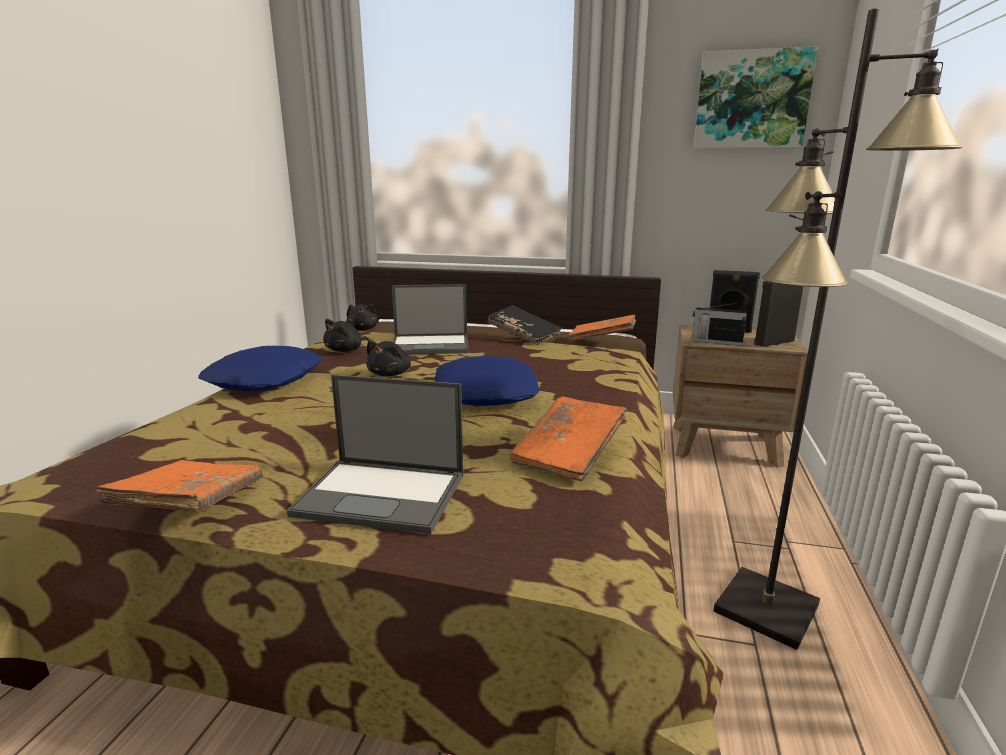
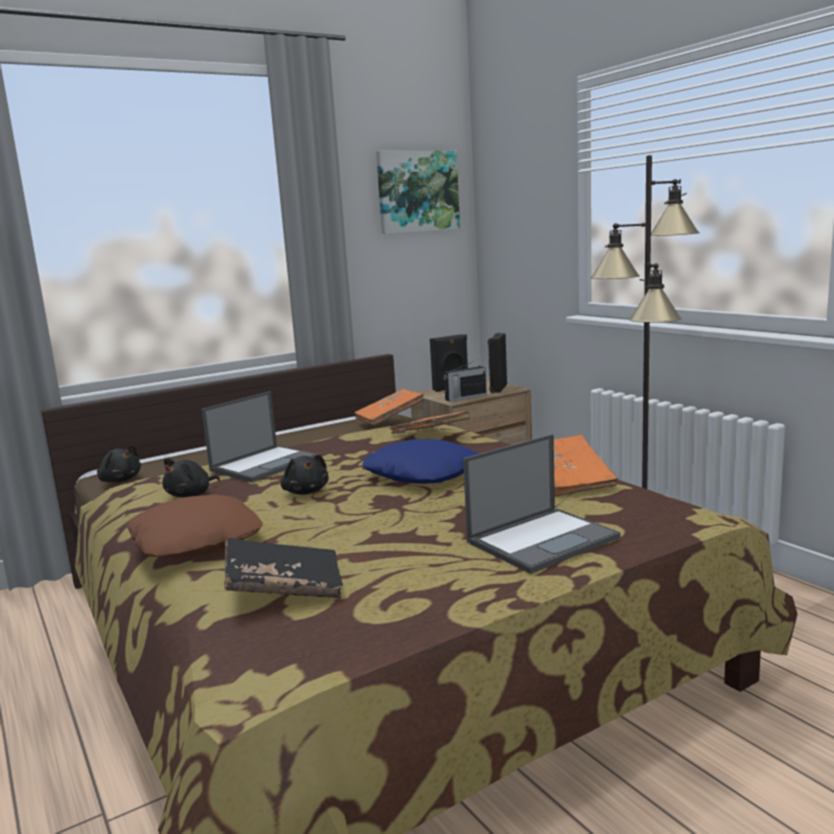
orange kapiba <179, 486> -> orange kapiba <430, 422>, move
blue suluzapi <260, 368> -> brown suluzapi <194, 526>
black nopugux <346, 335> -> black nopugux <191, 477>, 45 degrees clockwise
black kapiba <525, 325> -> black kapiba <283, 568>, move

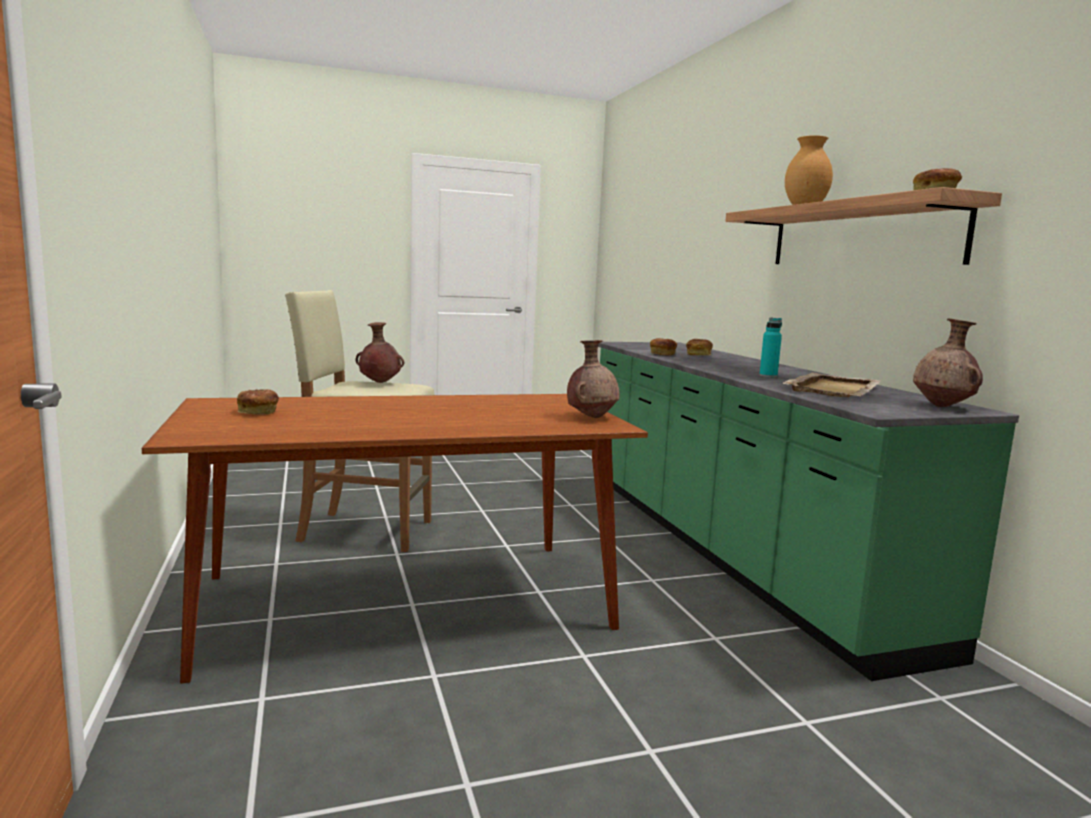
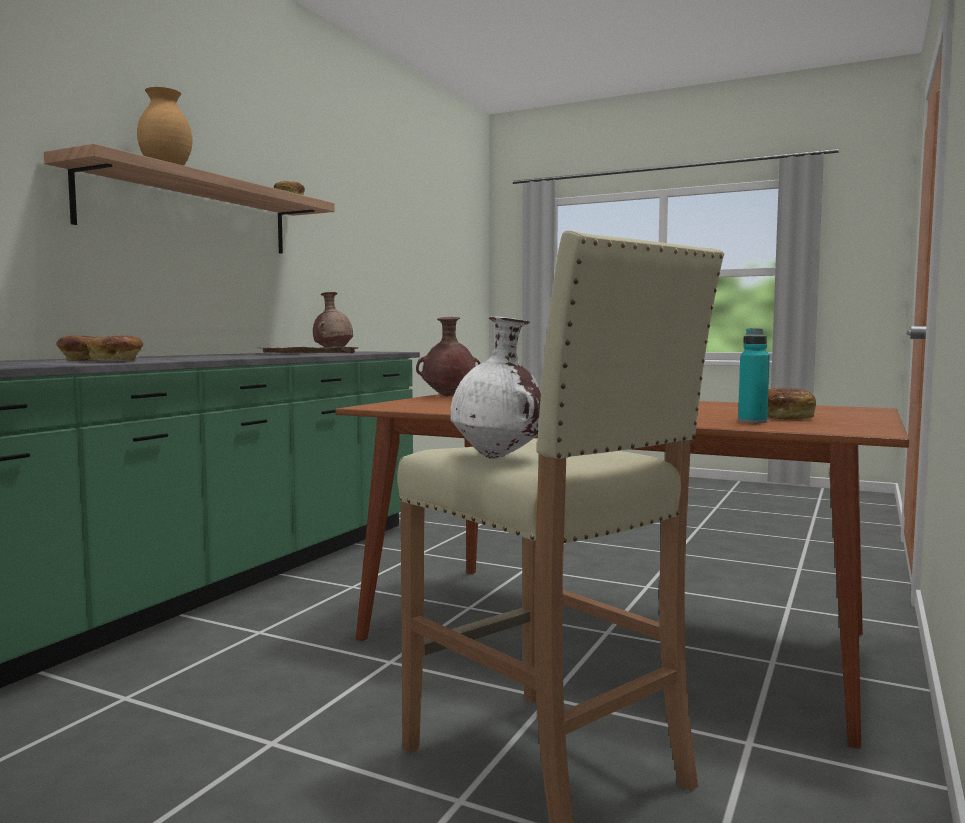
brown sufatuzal <380, 352> -> white sufatuzal <496, 387>
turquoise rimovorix <770, 347> -> turquoise rimovorix <754, 375>, move

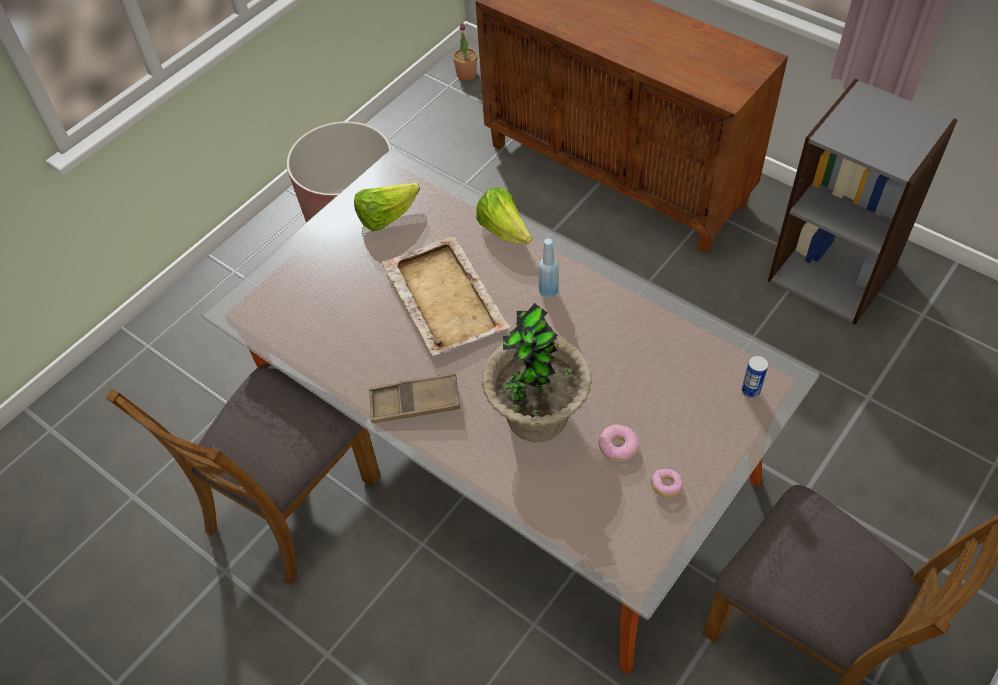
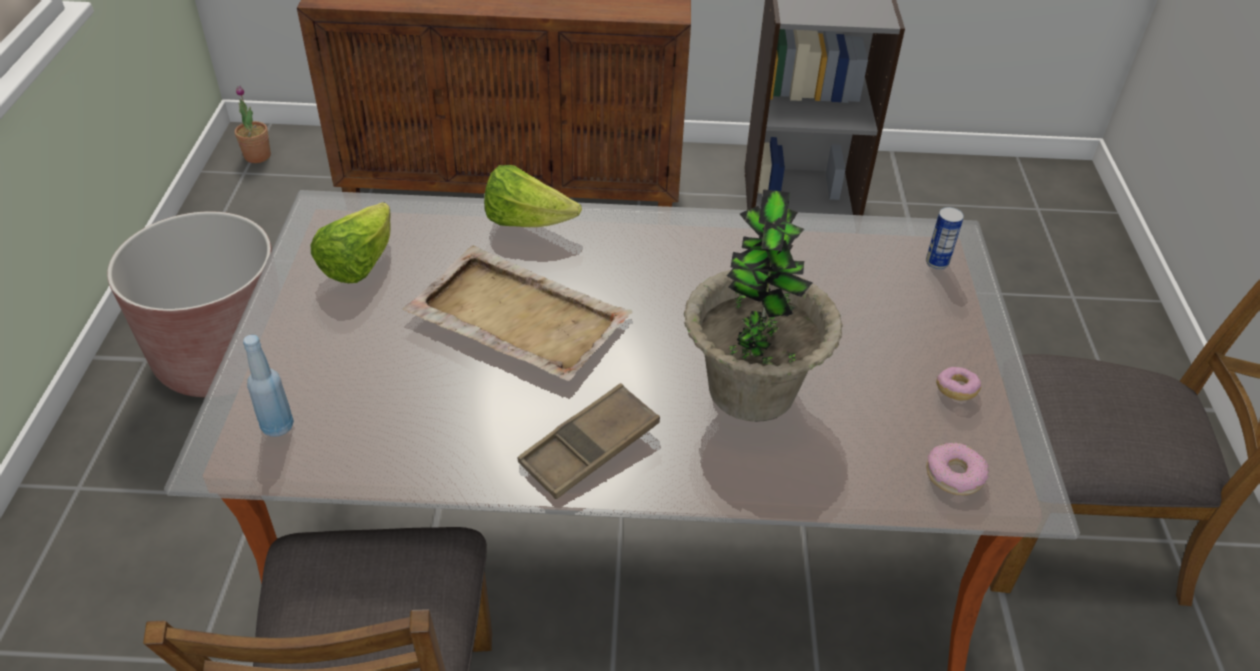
blue rimovorix <549, 268> -> blue rimovorix <268, 386>, move
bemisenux <618, 443> -> bemisenux <957, 468>, move

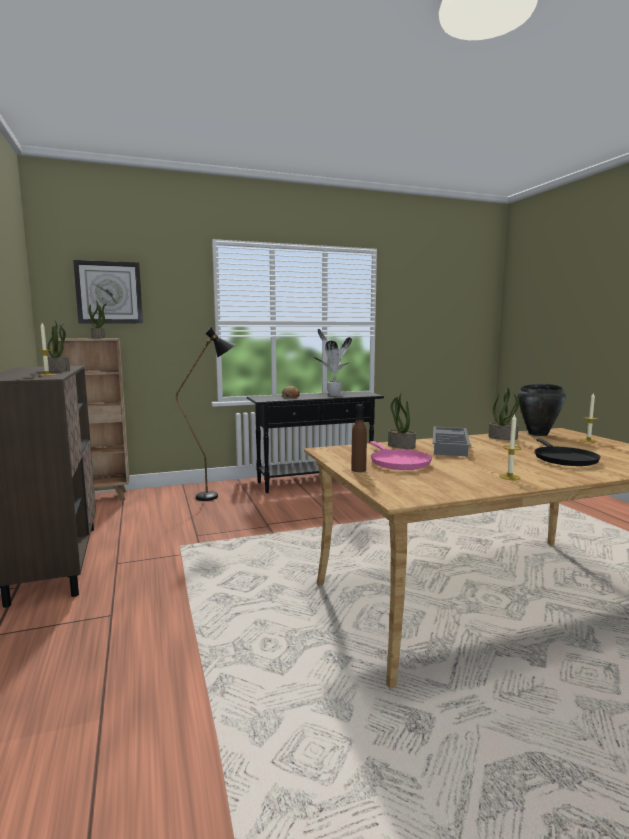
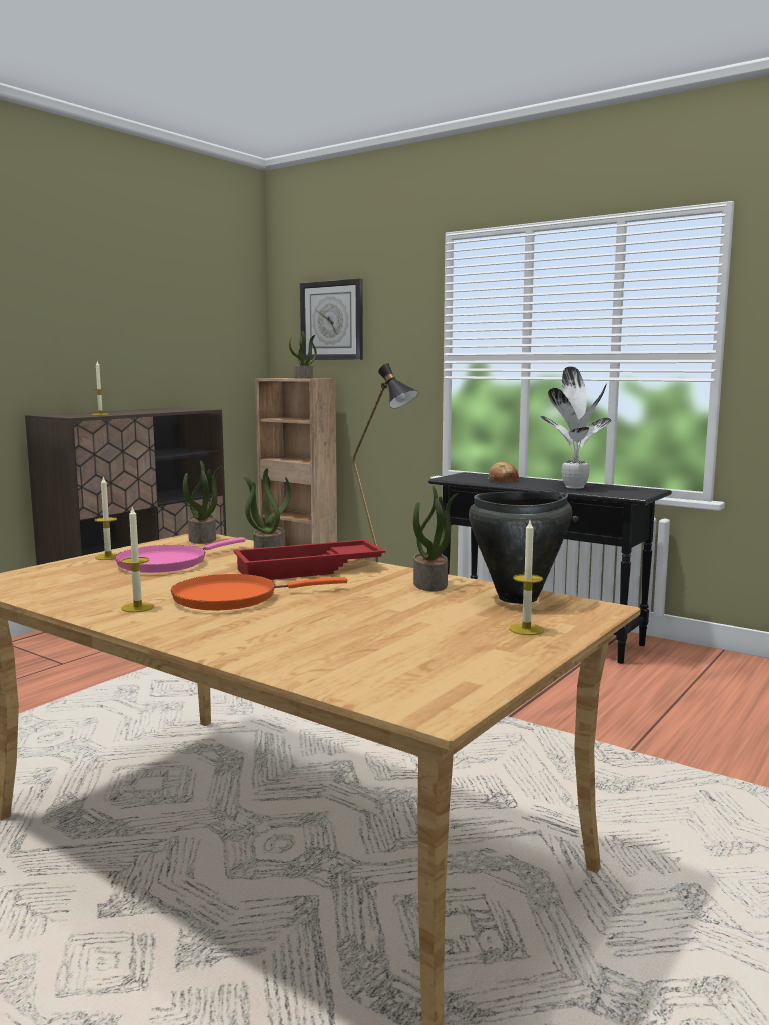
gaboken <58, 345> -> gaboken <202, 502>, move
brown rimovorix <359, 438> -> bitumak <106, 518>
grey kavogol <451, 441> -> red kavogol <309, 560>
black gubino <568, 452> -> none
none -> orange gubino <259, 592>

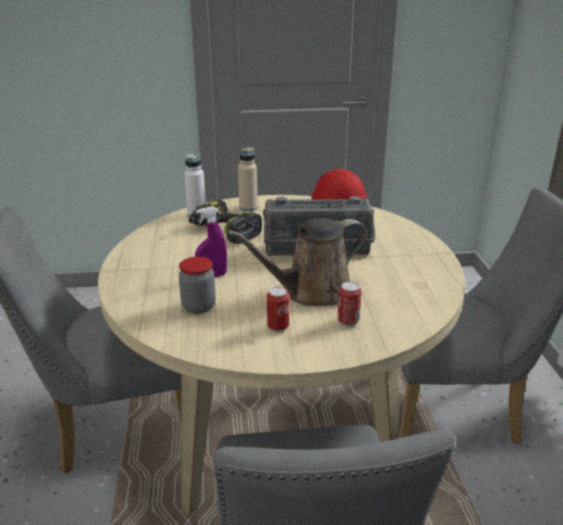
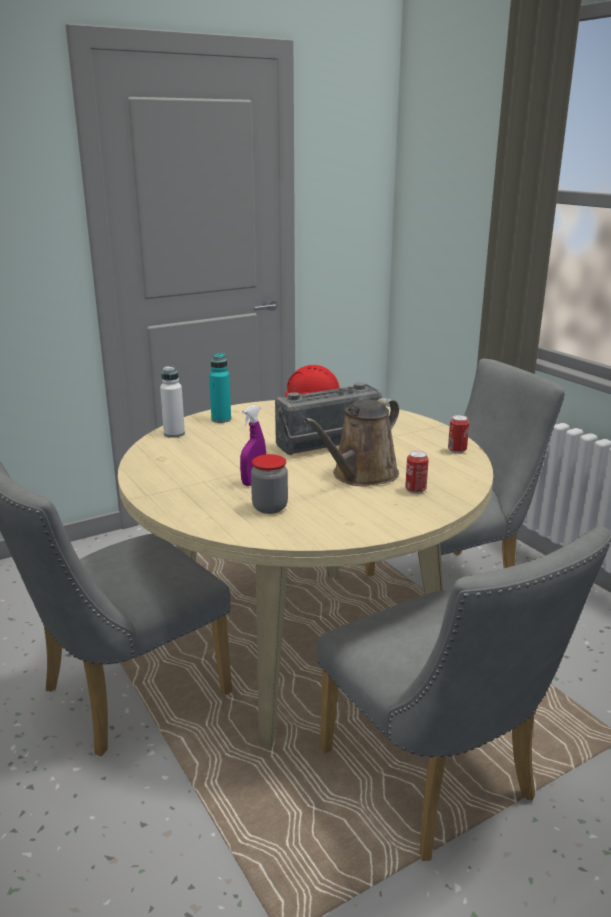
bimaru <225, 222> -> none
beige rimovorix <248, 179> -> turquoise rimovorix <220, 388>
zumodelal <278, 309> -> zumodelal <458, 434>, move

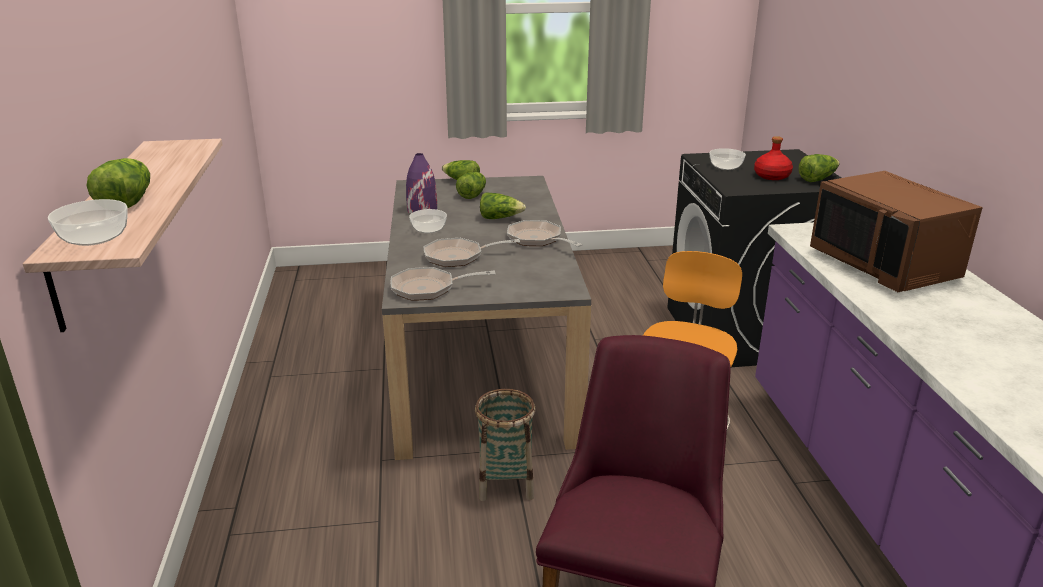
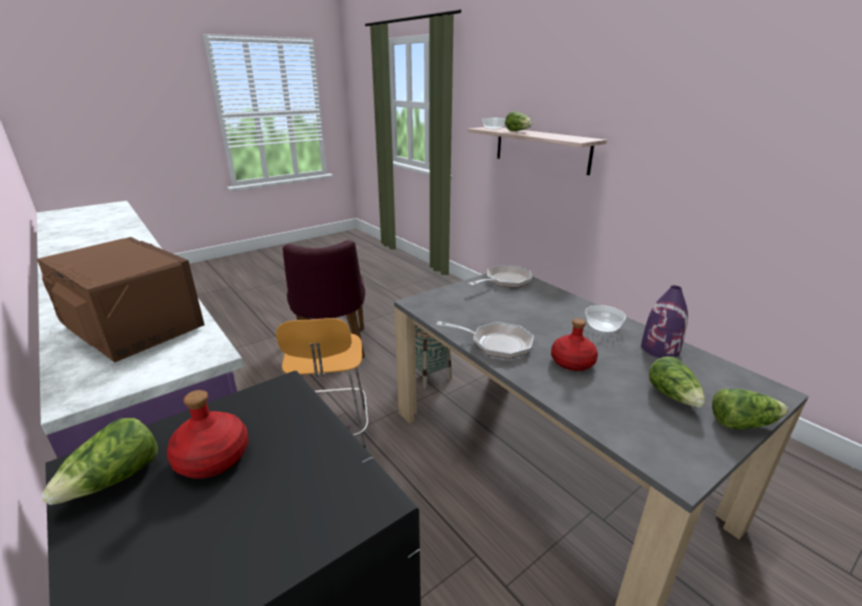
gubino <471, 252> -> none
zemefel <503, 205> -> red rimovorix <574, 344>
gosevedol <727, 159> -> none

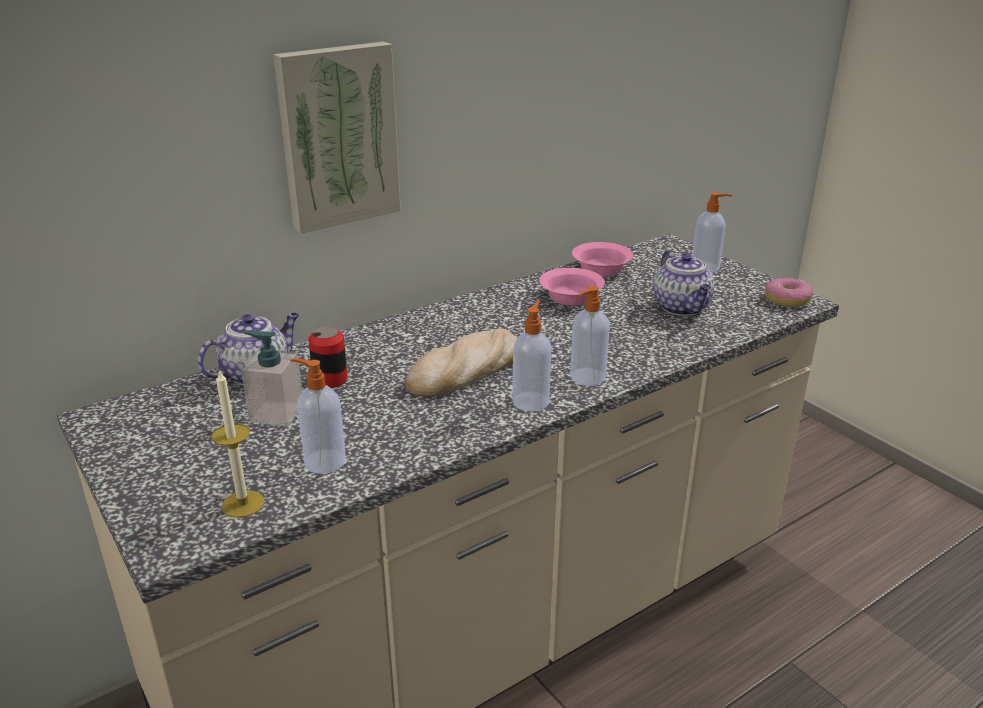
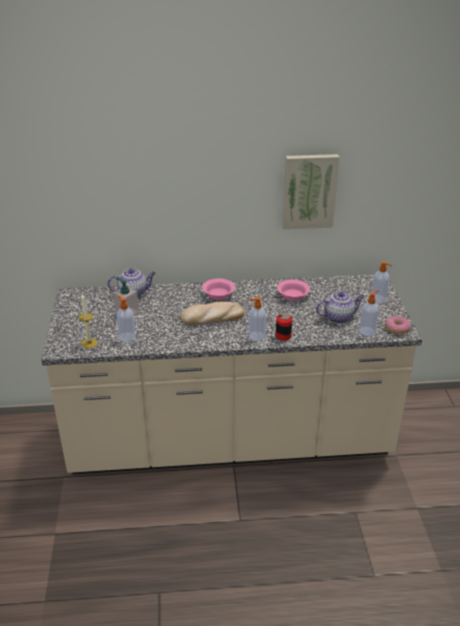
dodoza <337, 138> -> dodoza <310, 191>, move
zumodelal <328, 357> -> zumodelal <284, 327>, move
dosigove <531, 356> -> dosigove <369, 313>, move
pink gosevedol <602, 259> -> pink gosevedol <218, 289>, move
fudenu <683, 283> -> fudenu <340, 307>, 120 degrees counterclockwise

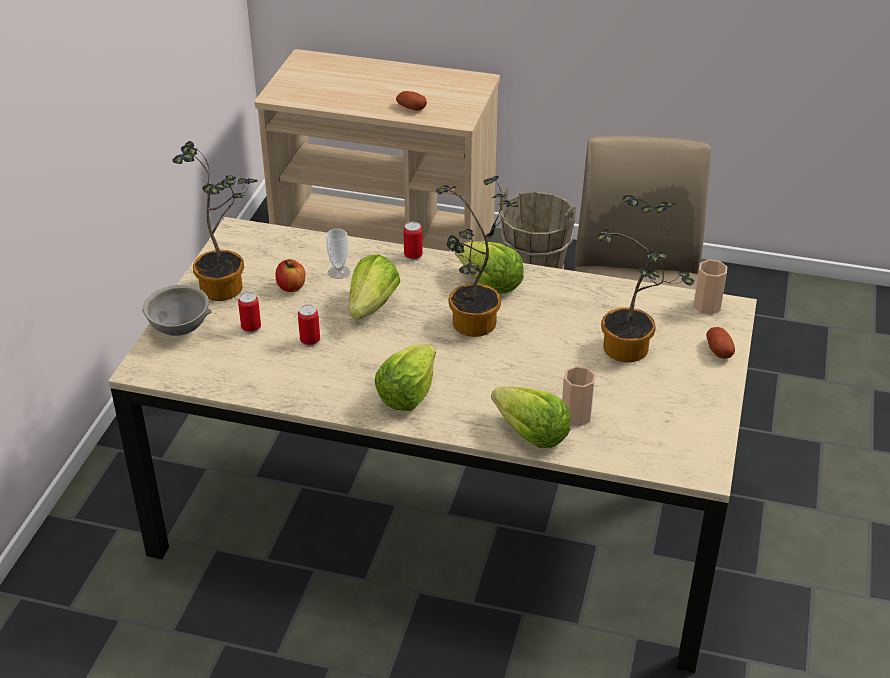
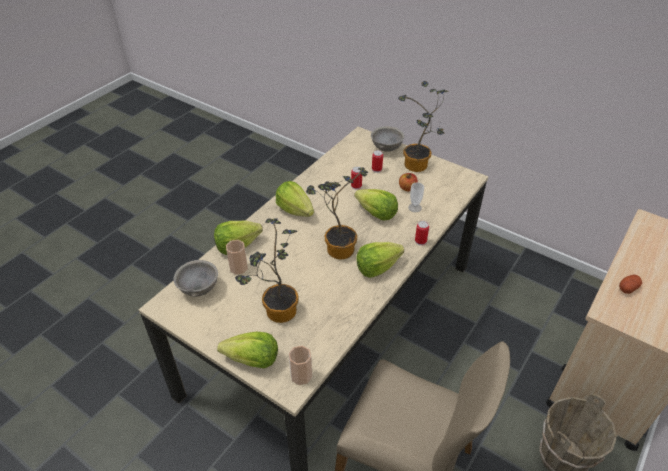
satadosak <720, 343> -> zemefel <247, 350>
none -> grey gosevedol <195, 278>

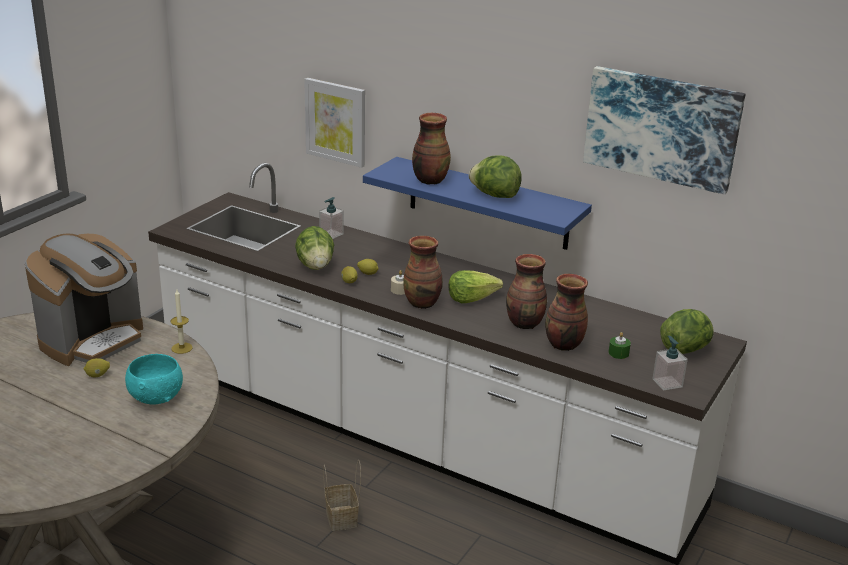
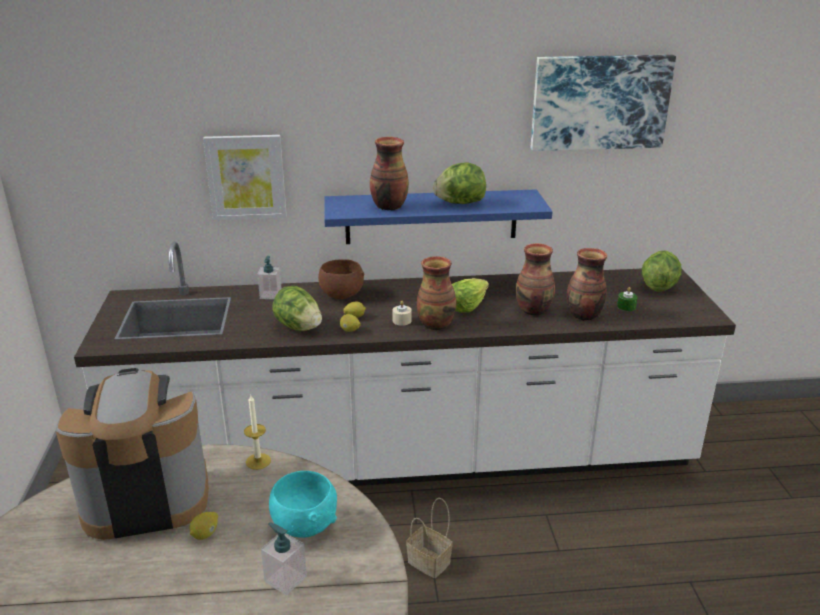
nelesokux <84, 300> -> nelesokux <132, 454>, 105 degrees counterclockwise
dosigove <670, 363> -> dosigove <284, 558>, move
none -> brown gosevedol <341, 279>

